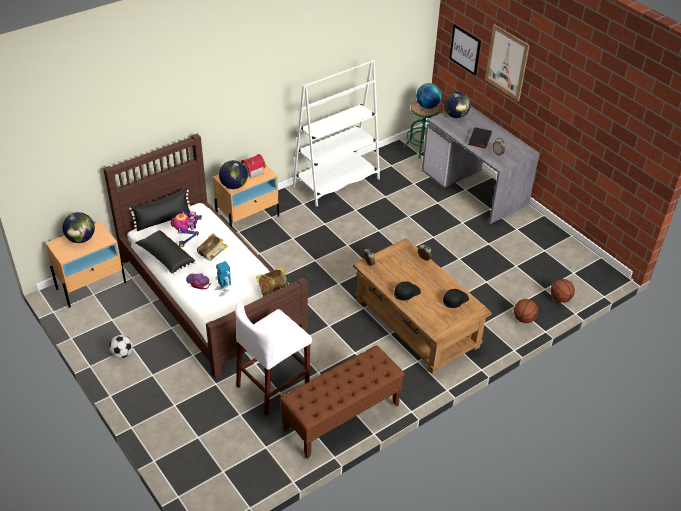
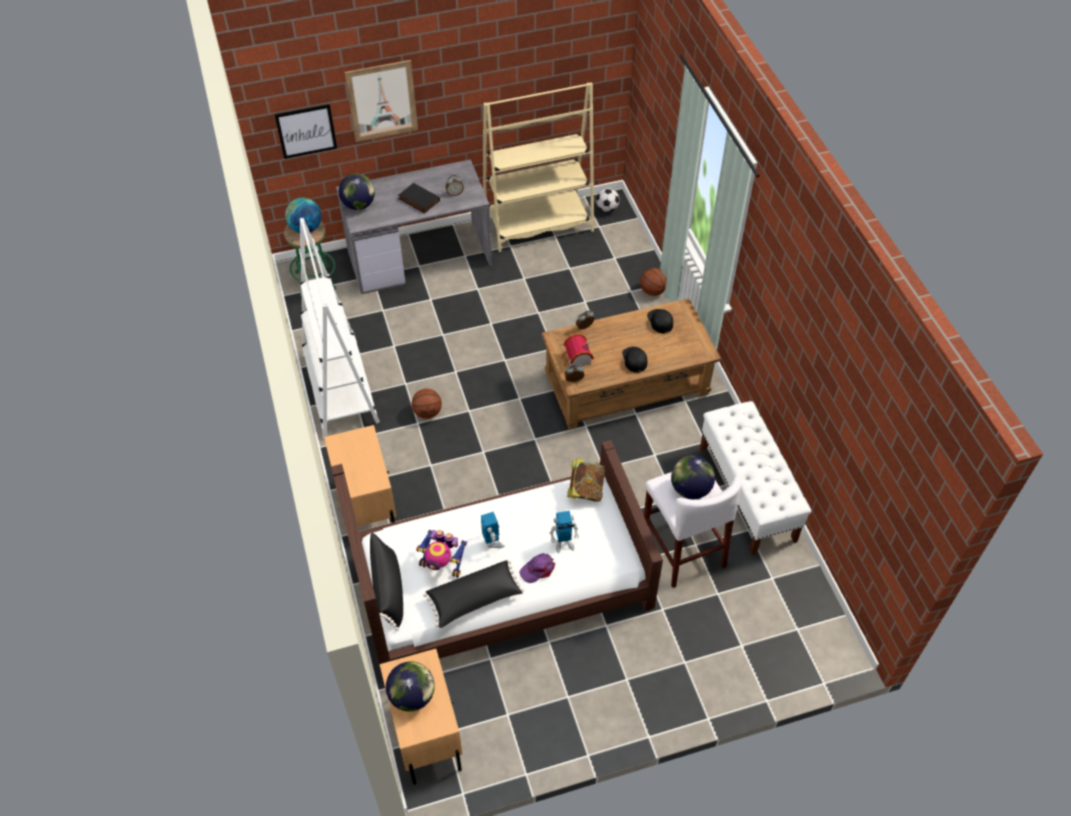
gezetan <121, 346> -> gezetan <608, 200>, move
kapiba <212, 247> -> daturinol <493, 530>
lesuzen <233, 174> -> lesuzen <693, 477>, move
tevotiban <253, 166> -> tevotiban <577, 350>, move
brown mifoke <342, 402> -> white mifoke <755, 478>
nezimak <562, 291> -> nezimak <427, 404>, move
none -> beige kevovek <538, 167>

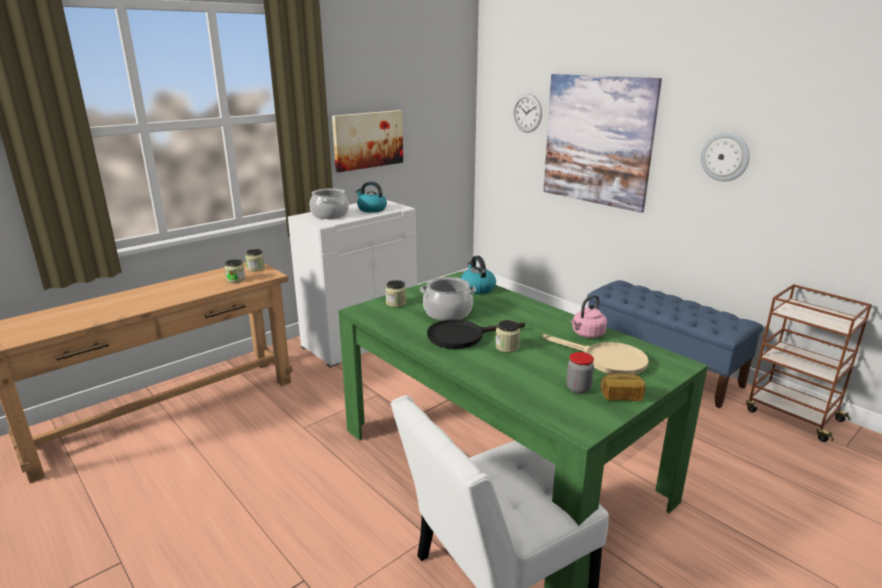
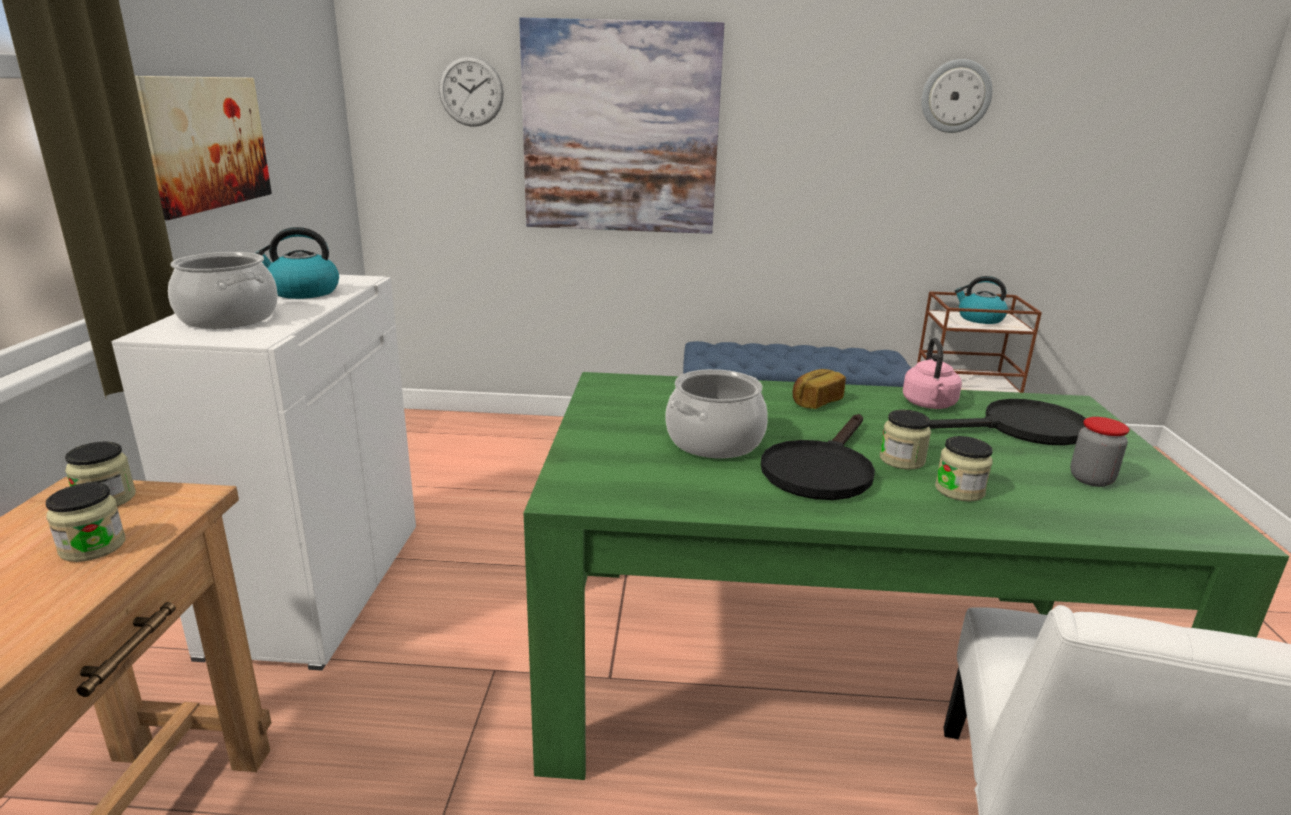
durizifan <395, 293> -> durizifan <964, 469>, move
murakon <478, 275> -> murakon <981, 300>, move
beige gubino <595, 354> -> black gubino <1007, 422>
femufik <623, 387> -> femufik <819, 389>, move
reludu <725, 157> -> reludu <957, 96>, move

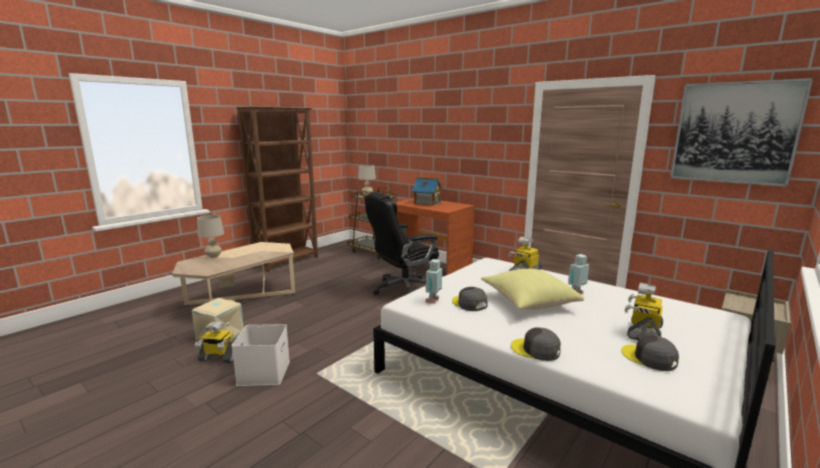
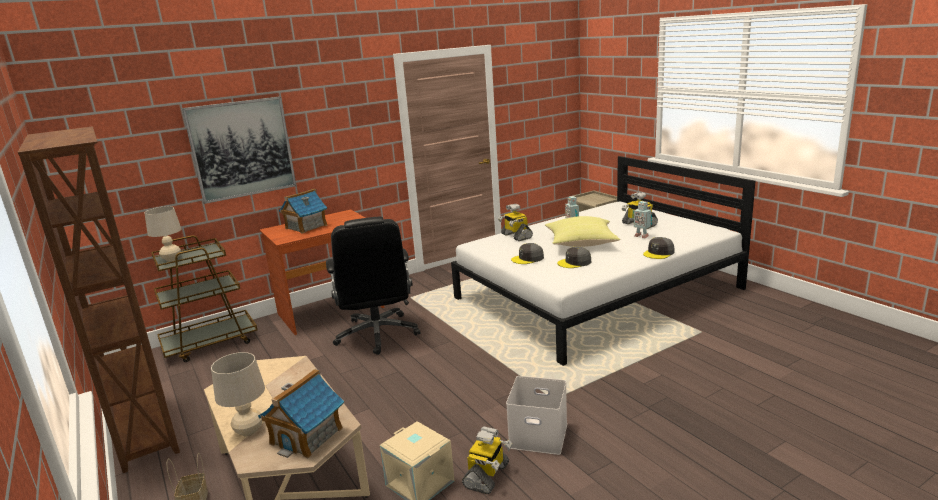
daturinol <433, 281> -> daturinol <642, 219>, move
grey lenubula <650, 353> -> grey lenubula <527, 253>, move
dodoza <741, 132> -> dodoza <239, 150>, move
none -> tevotiban <301, 413>

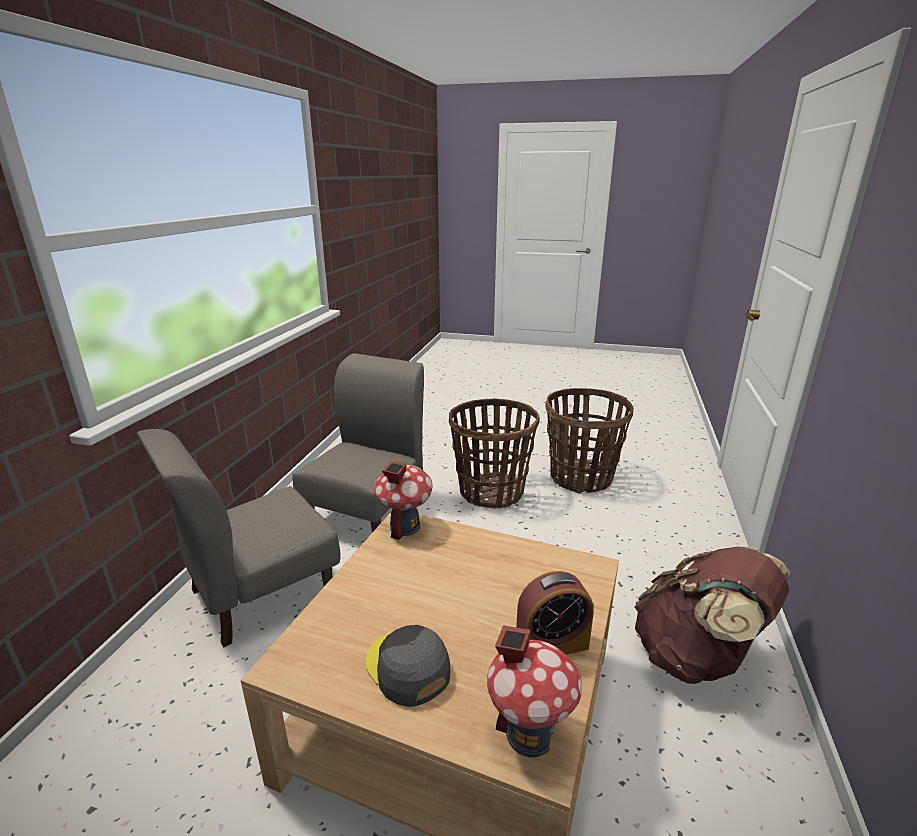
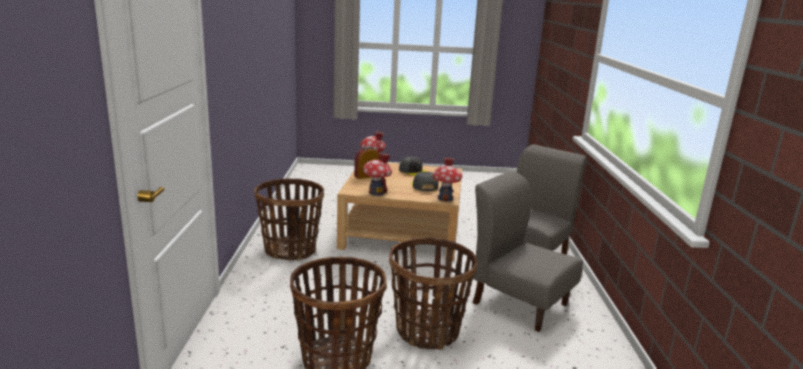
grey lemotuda <358, 443> -> grey lemotuda <527, 251>, 120 degrees clockwise
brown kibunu <712, 615> -> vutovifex <289, 220>
none -> tevotiban <377, 174>
none -> grey lenubula <425, 181>

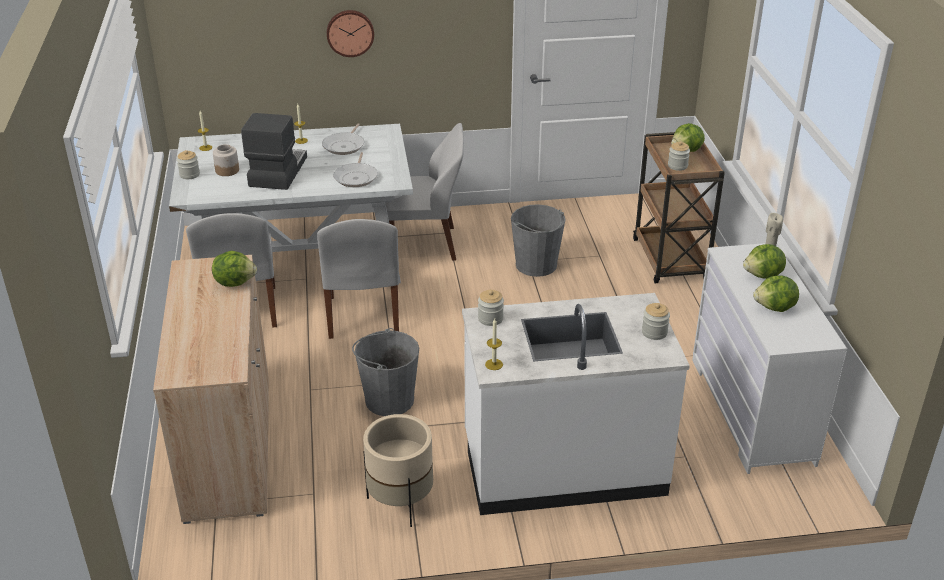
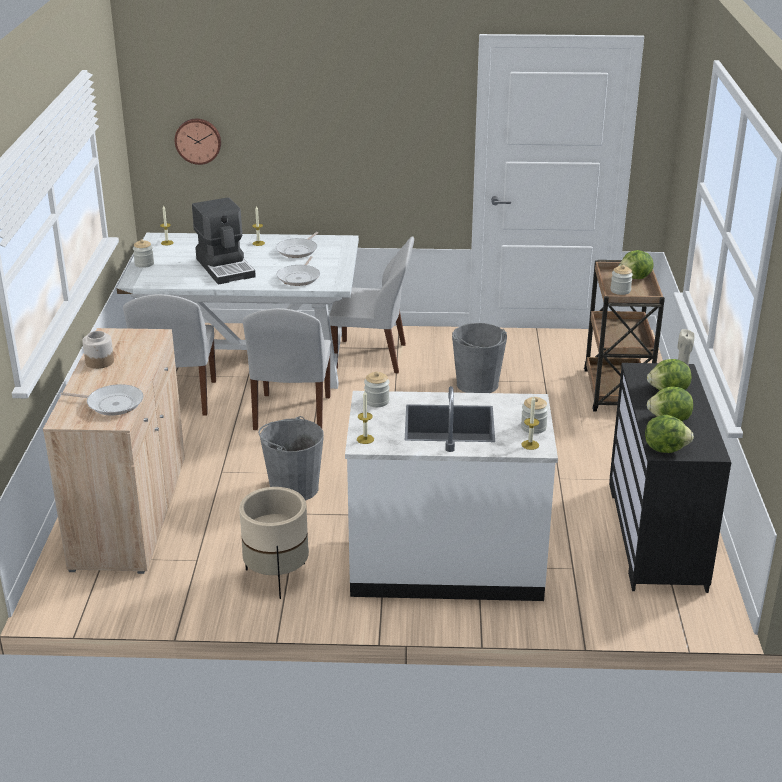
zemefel <234, 269> -> zemefel <669, 434>, move
durizifan <226, 160> -> durizifan <98, 350>, move
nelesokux <274, 151> -> nelesokux <224, 241>, 135 degrees clockwise
reludu <350, 33> -> reludu <198, 142>, move
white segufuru <769, 358> -> black segufuru <670, 478>
none -> gubino <101, 400>
none -> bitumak <530, 423>

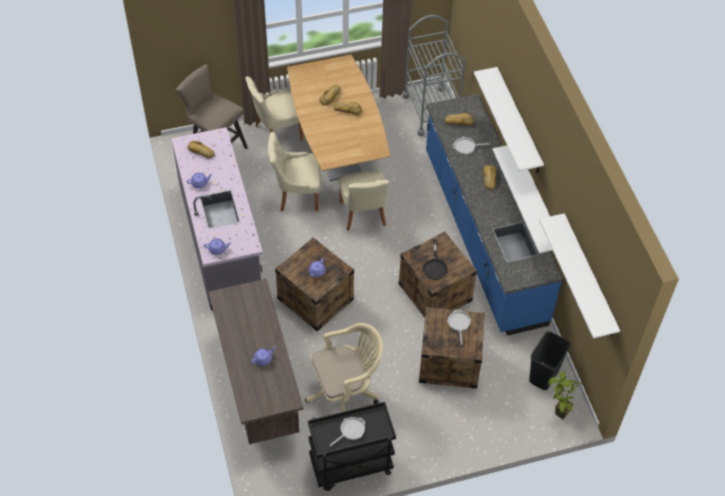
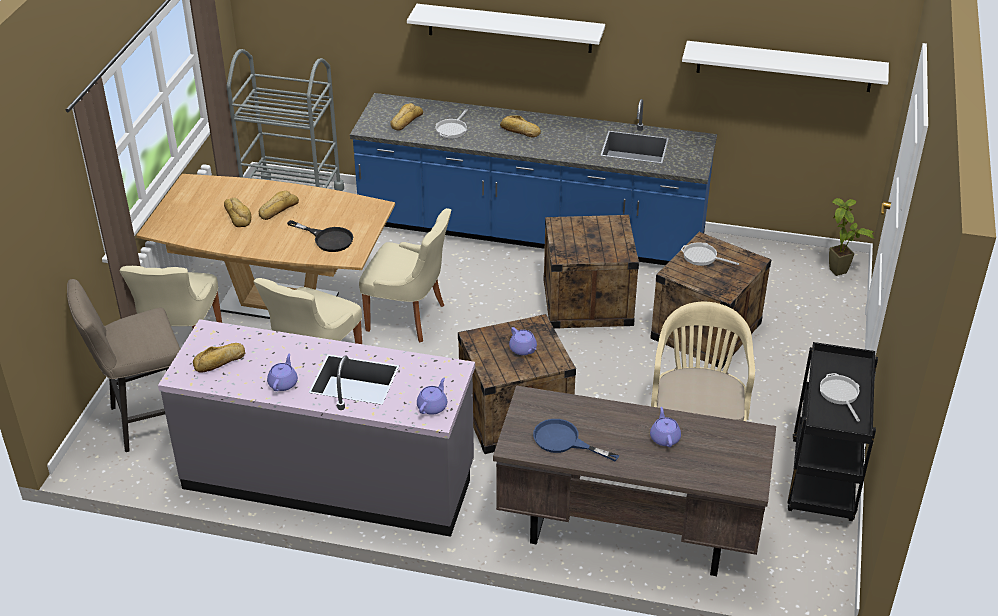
black gubino <435, 259> -> black gubino <320, 236>, move
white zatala <523, 199> -> none
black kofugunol <550, 360> -> none
none -> blue gubino <576, 440>

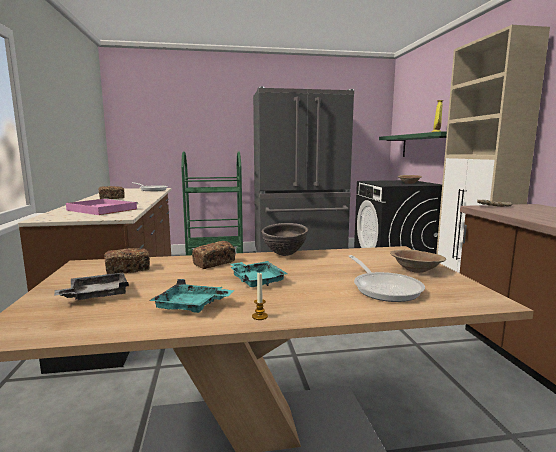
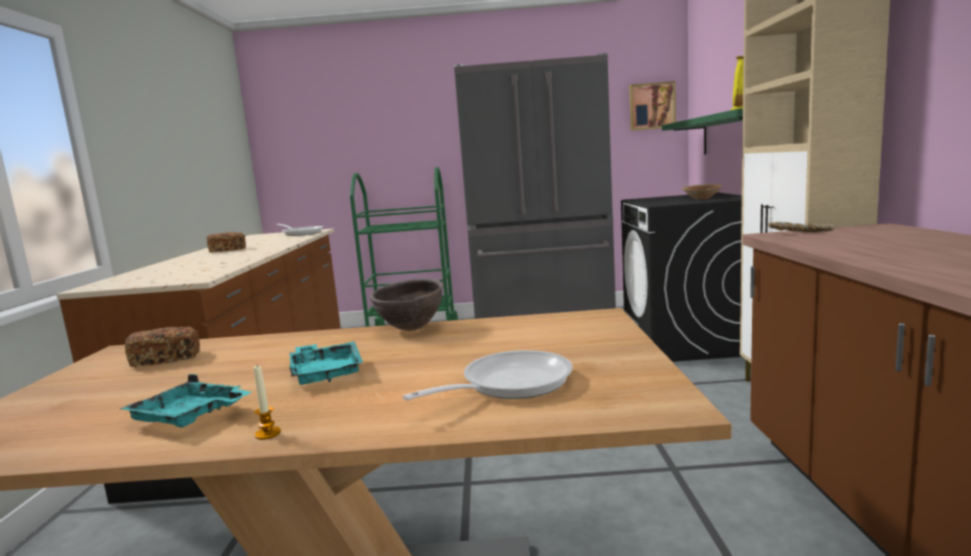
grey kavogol <91, 286> -> none
pink kavogol <102, 206> -> none
femufik <214, 255> -> none
gubino <386, 278> -> gubino <488, 375>, 120 degrees counterclockwise
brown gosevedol <418, 261> -> none
none -> dodoza <653, 106>

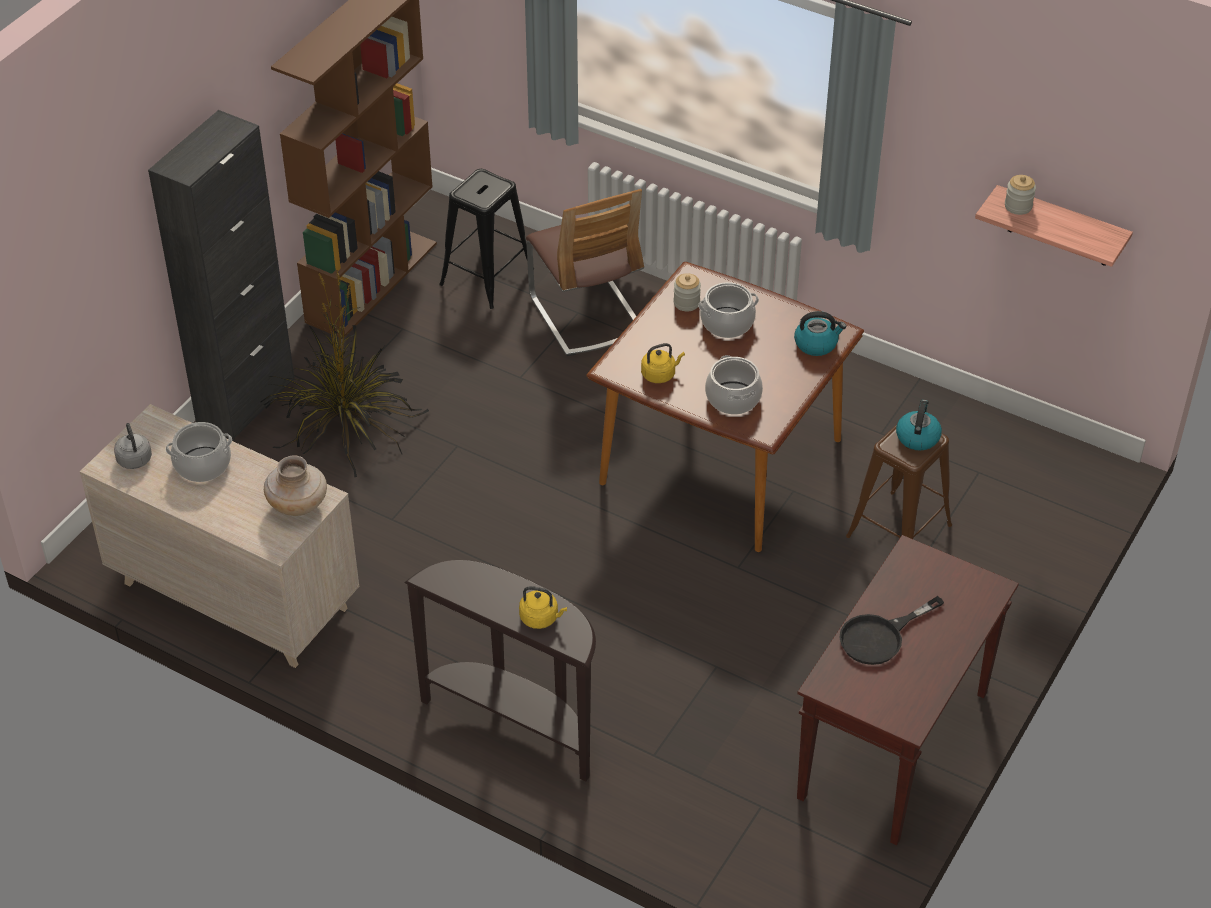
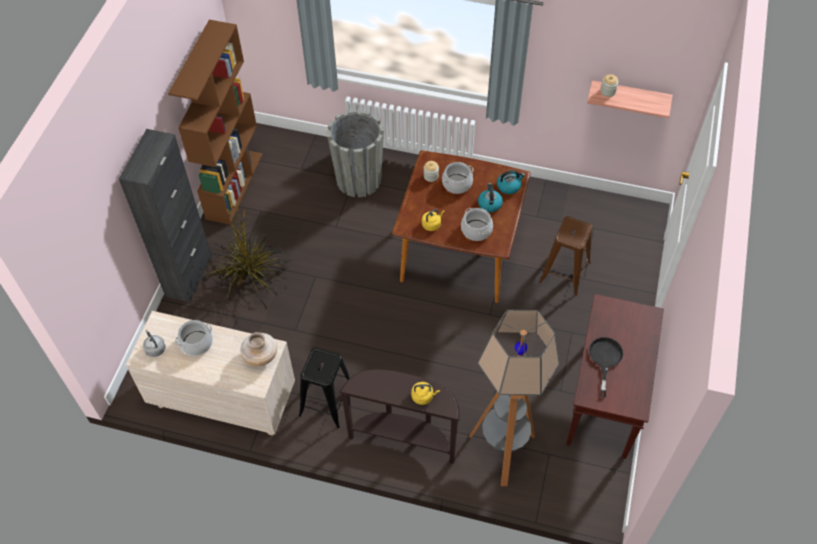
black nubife <483, 239> -> black nubife <324, 388>, move
lemotuda <585, 272> -> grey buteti <355, 154>
black gubino <891, 630> -> black gubino <606, 367>, 150 degrees clockwise
murakon <919, 425> -> murakon <490, 197>, move
none -> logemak <514, 398>

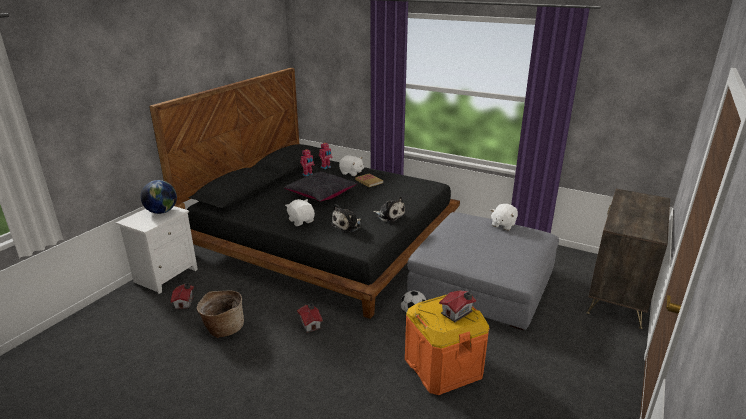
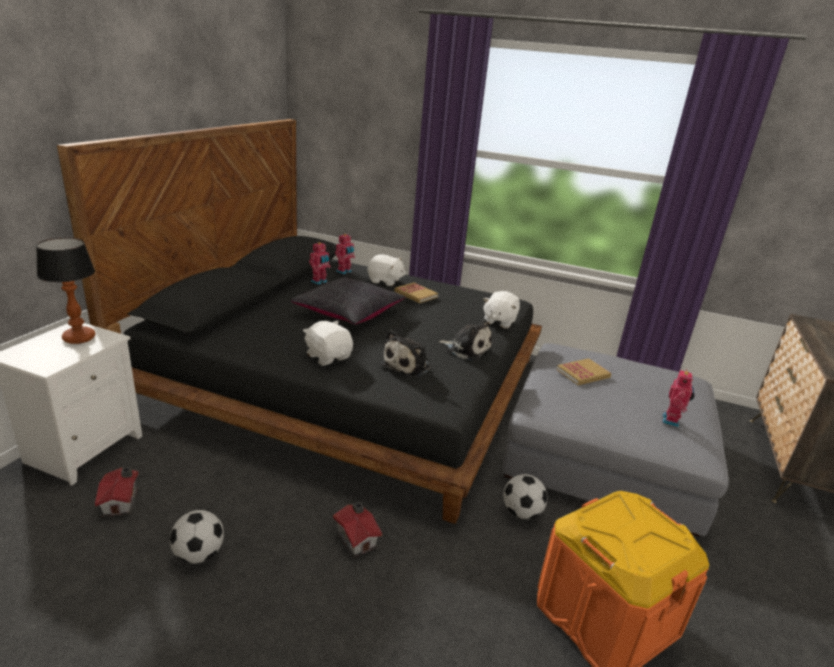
lesuzen <158, 197> -> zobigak <66, 291>
vutovifex <220, 314> -> gezetan <197, 536>
tevotiban <457, 306> -> none
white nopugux <504, 217> -> white nopugux <501, 310>, move
none -> kapiba <583, 371>
none -> daturinol <678, 398>

